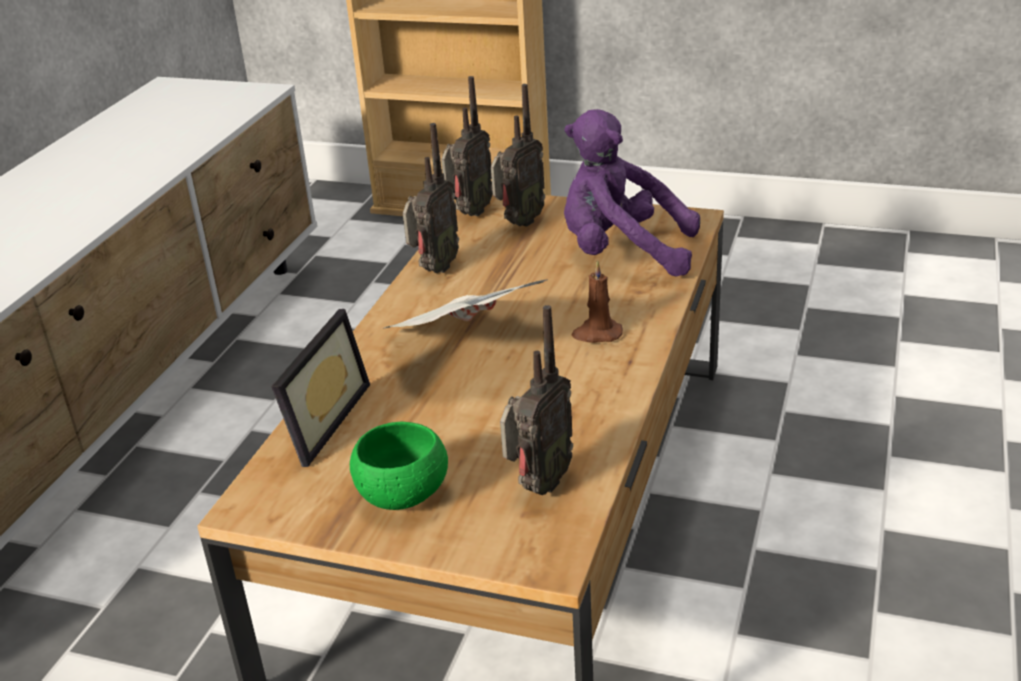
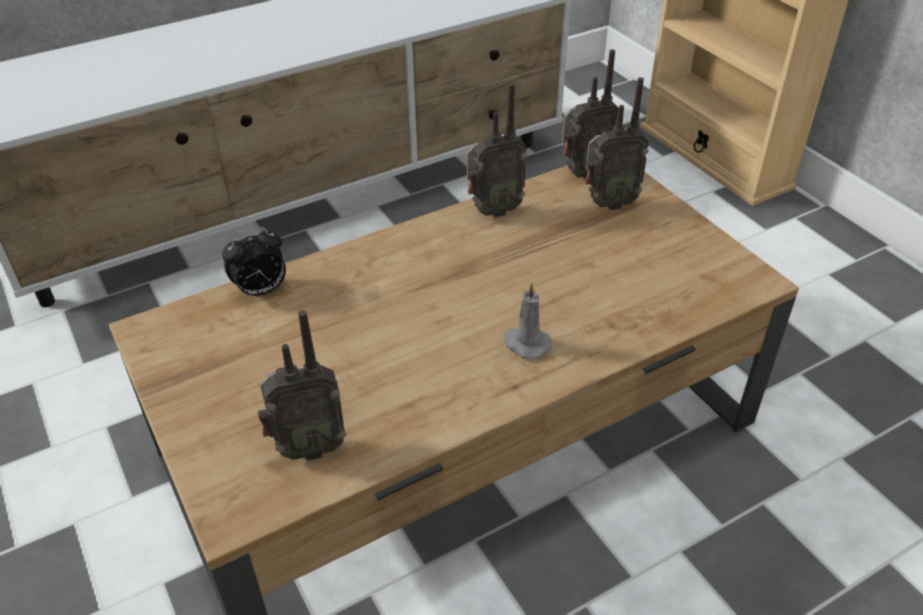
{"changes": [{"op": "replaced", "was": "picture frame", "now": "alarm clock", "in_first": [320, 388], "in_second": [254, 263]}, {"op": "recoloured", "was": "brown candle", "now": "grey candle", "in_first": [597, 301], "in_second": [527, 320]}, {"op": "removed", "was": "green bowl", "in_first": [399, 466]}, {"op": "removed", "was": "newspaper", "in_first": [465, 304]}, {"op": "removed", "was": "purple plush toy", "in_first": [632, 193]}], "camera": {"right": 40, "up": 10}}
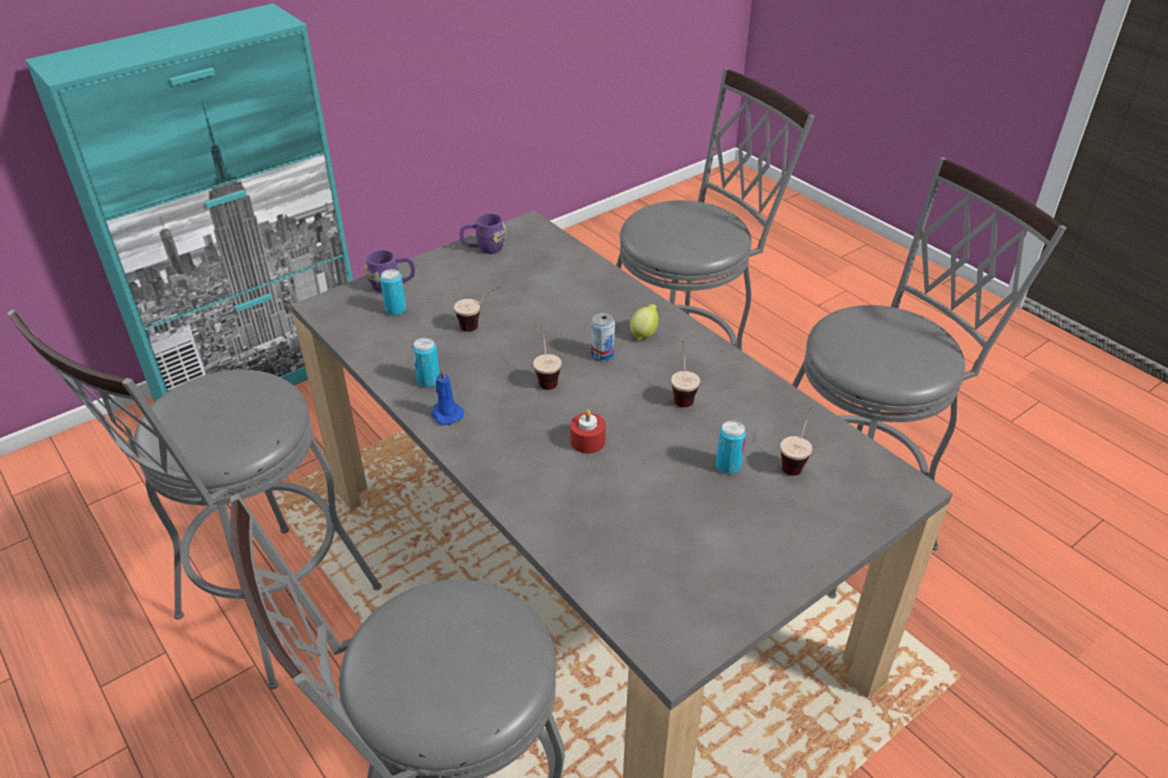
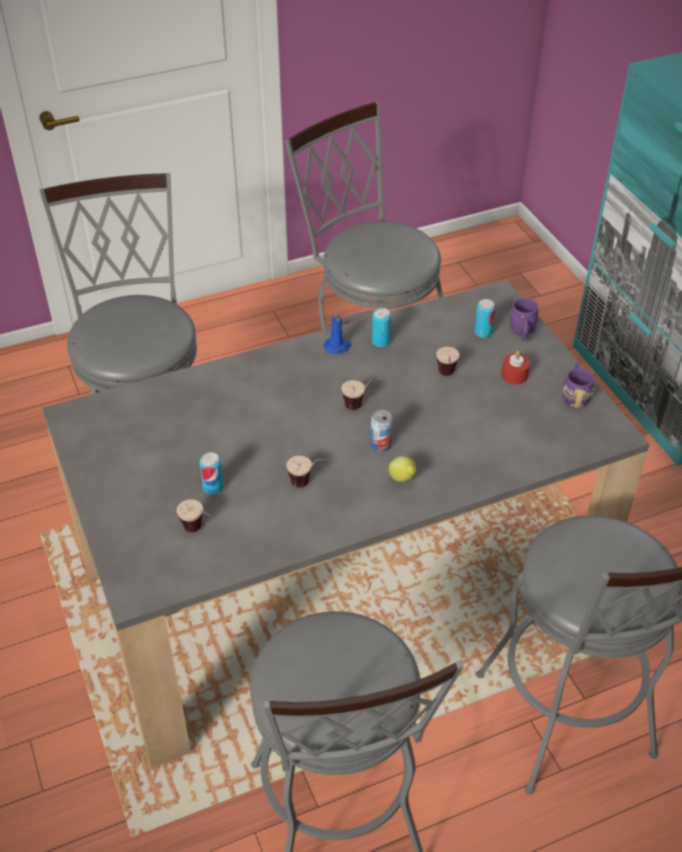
{"changes": [{"op": "moved", "was": "red candle", "in_first": [588, 432], "in_second": [515, 367]}], "camera": {"right": 105, "up": 5}}
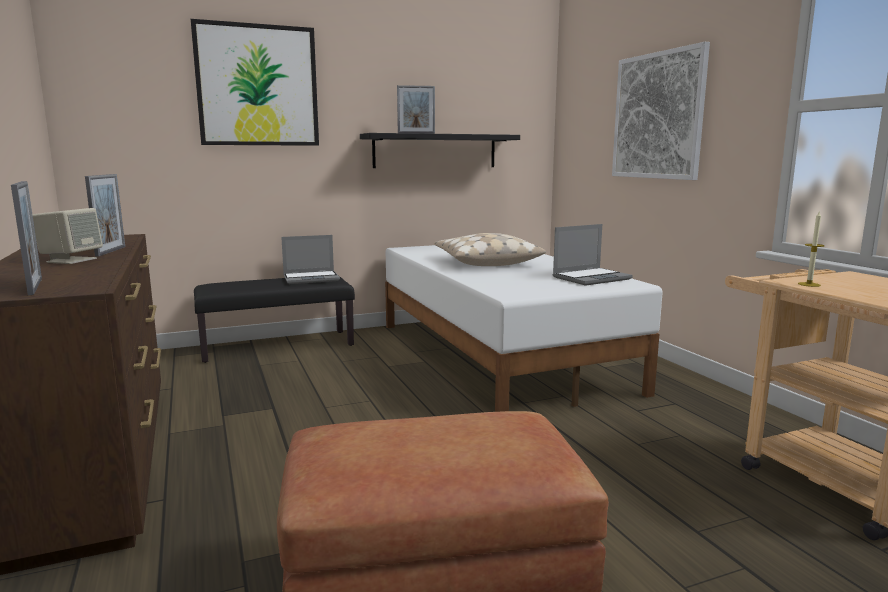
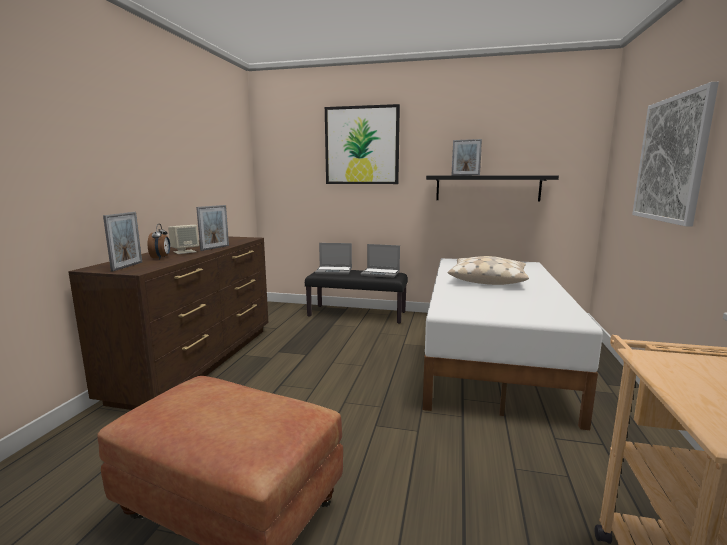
{"changes": [{"op": "added", "now": "alarm clock", "in_second": [158, 241]}, {"op": "moved", "was": "laptop", "in_first": [593, 255], "in_second": [333, 259]}, {"op": "removed", "was": "candle", "in_first": [811, 249]}], "camera": {"right": 35, "up": 0}}
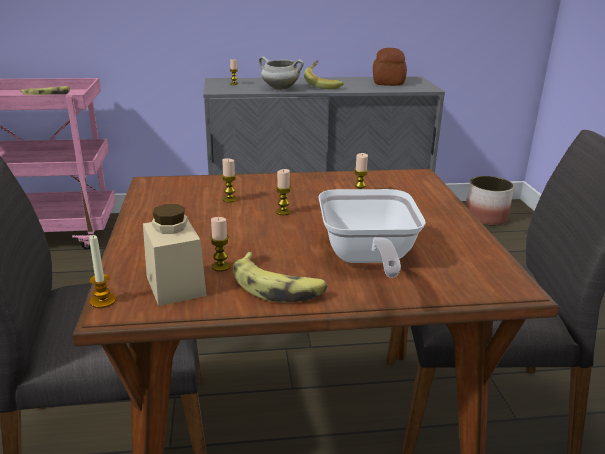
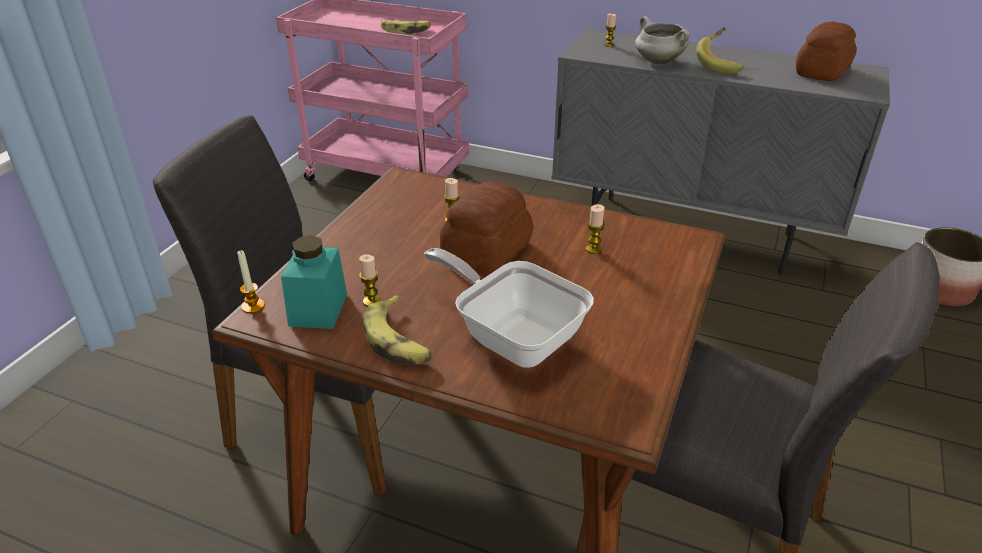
{"changes": [{"op": "recoloured", "was": "beige jar", "now": "turquoise jar", "in_first": [175, 255], "in_second": [314, 282]}, {"op": "turned", "was": "frying pan", "in_first": [372, 233], "in_second": [509, 308], "clockwise": 105}, {"op": "replaced", "was": "candle", "now": "bread", "in_first": [283, 192], "in_second": [486, 228]}], "camera": {"right": 30, "up": 10}}
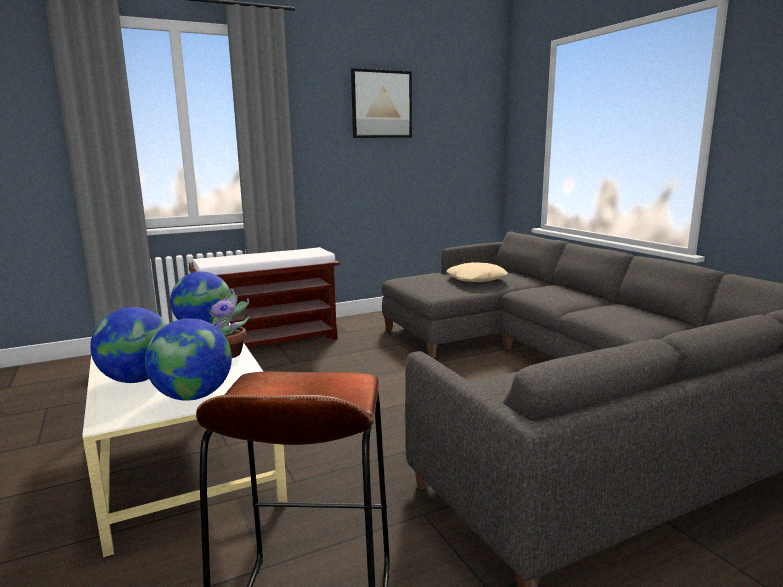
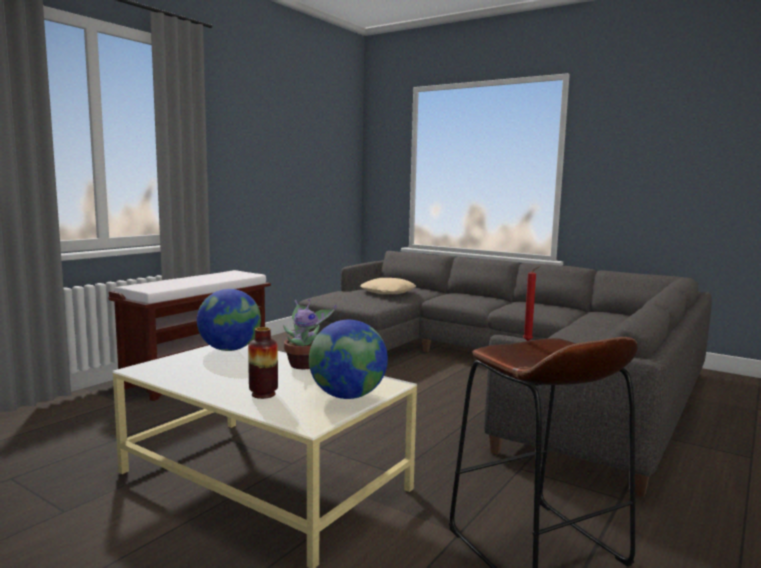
{"changes": [{"op": "replaced", "was": "globe", "now": "vase", "in_first": [128, 345], "in_second": [263, 363]}, {"op": "added", "now": "red candle", "in_second": [532, 303]}, {"op": "removed", "was": "picture", "in_first": [381, 103]}], "camera": {"right": -30, "up": -5}}
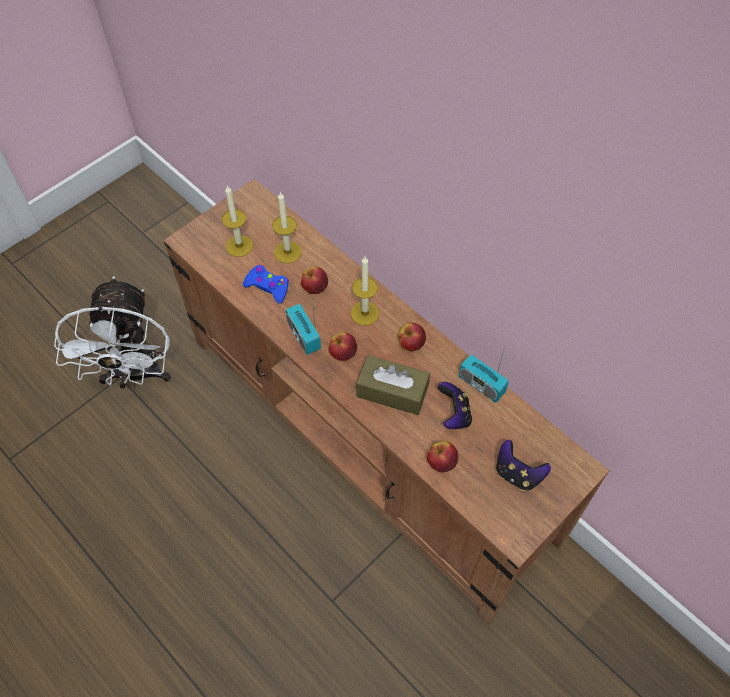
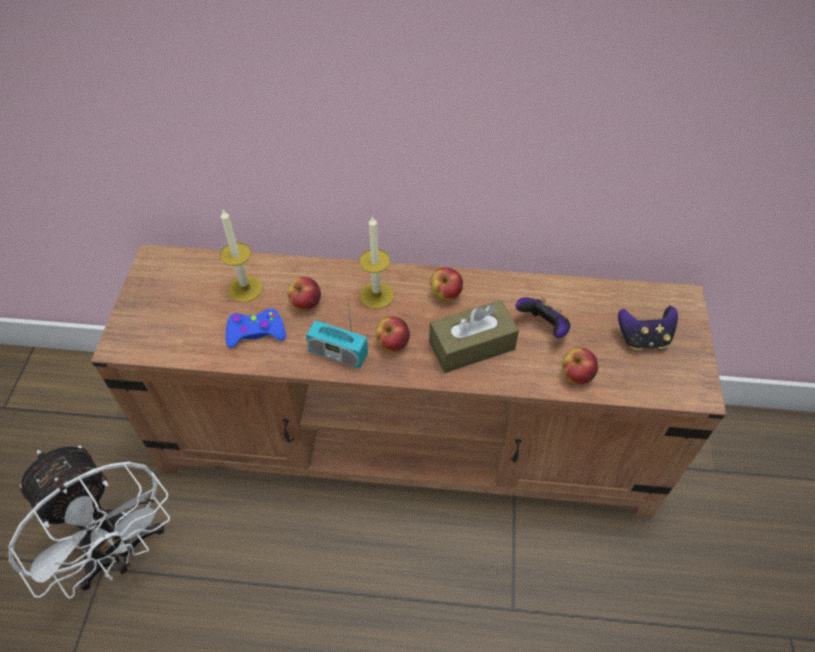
{"changes": [{"op": "removed", "was": "candle", "in_first": [237, 221]}, {"op": "removed", "was": "radio", "in_first": [483, 375]}], "camera": {"right": -40, "up": -5}}
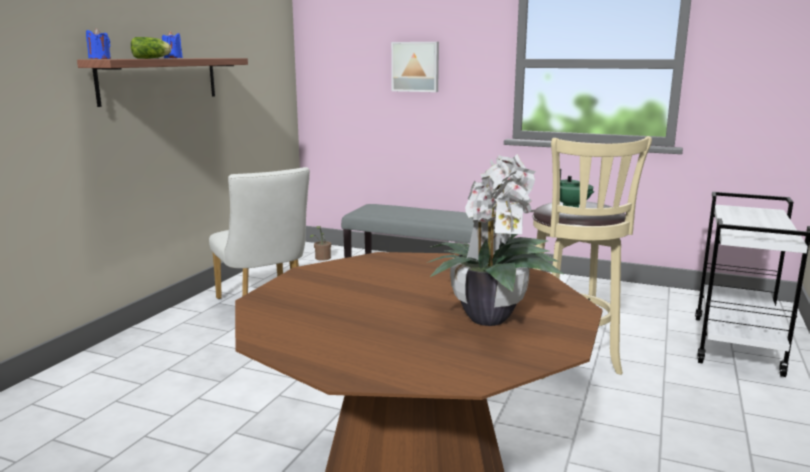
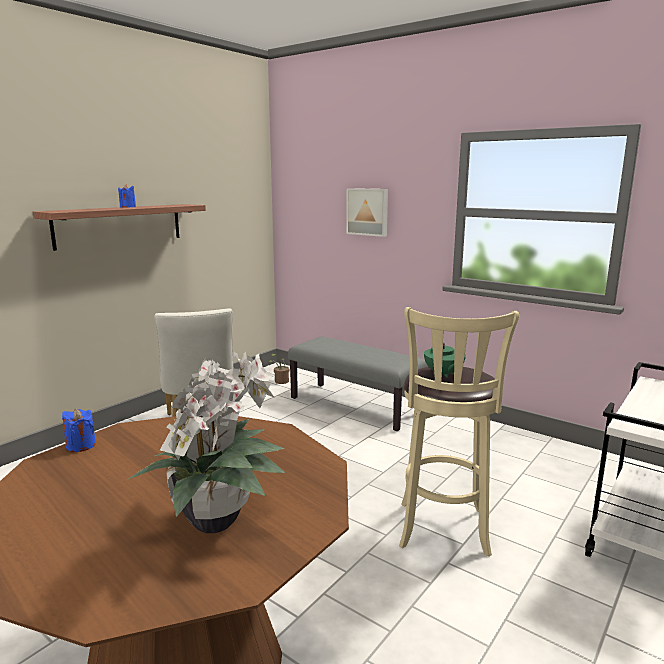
{"changes": [{"op": "moved", "was": "blue candle", "in_first": [98, 43], "in_second": [79, 430]}, {"op": "removed", "was": "lettuce", "in_first": [151, 48]}], "camera": {"right": 15, "up": 0}}
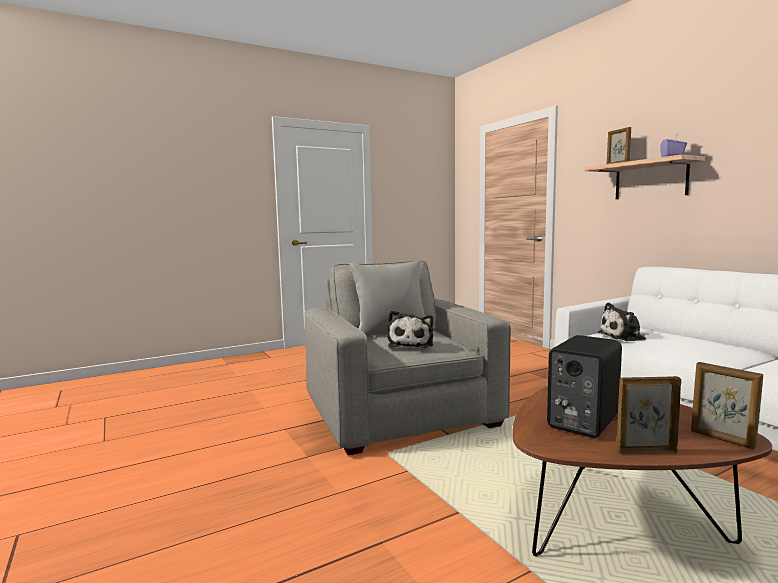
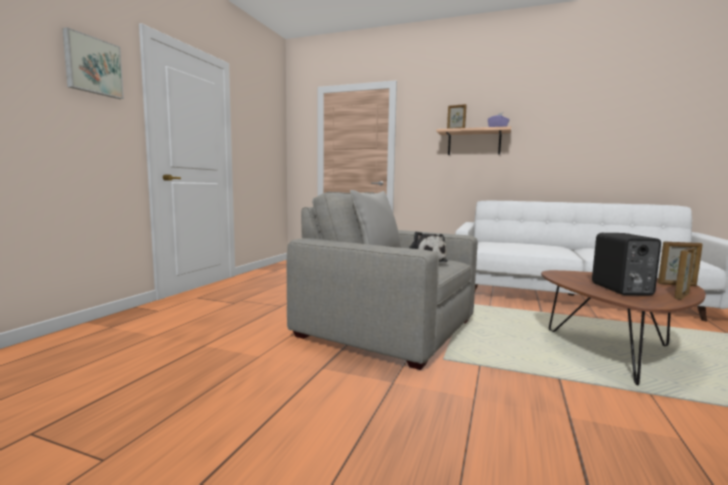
{"changes": [{"op": "added", "now": "picture", "in_second": [93, 63]}, {"op": "removed", "was": "plush toy", "in_first": [623, 321]}], "camera": {"right": -40, "up": 0}}
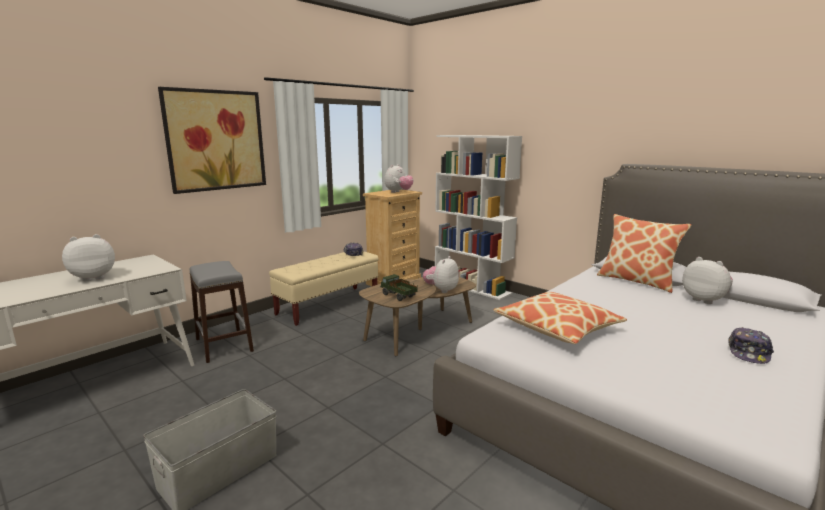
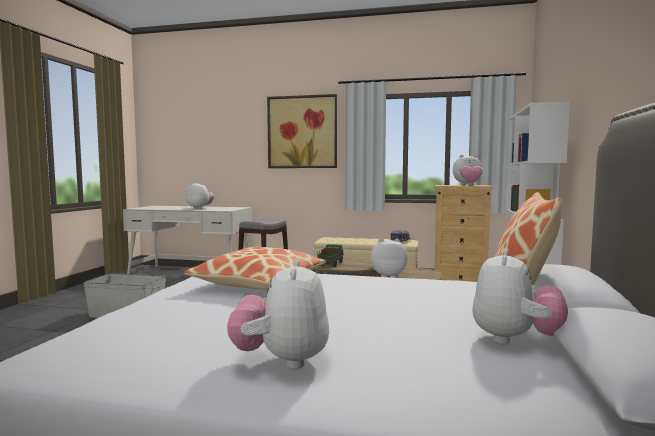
{"changes": [{"op": "replaced", "was": "cap", "now": "plush toy", "in_first": [751, 345], "in_second": [278, 314]}], "camera": {"right": 60, "up": -10}}
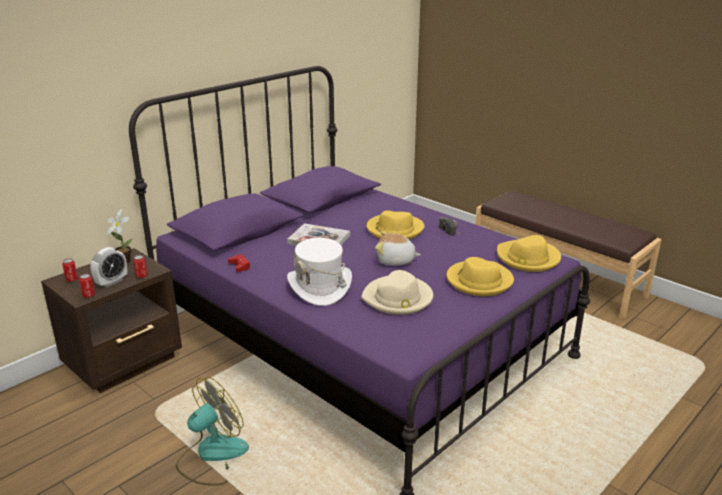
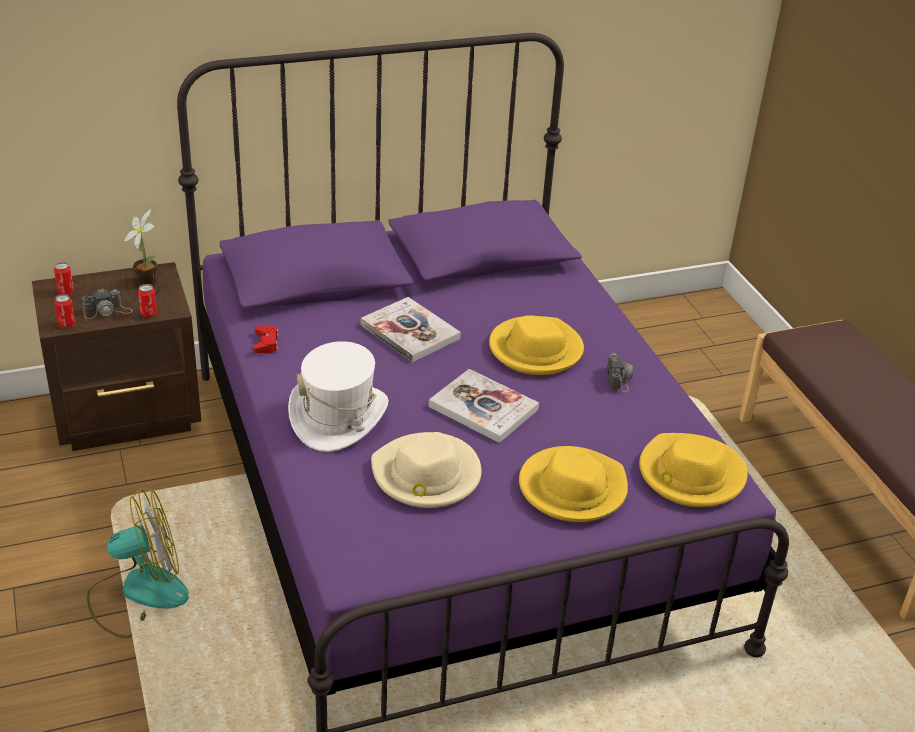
{"changes": [{"op": "replaced", "was": "alarm clock", "now": "photo camera", "in_first": [108, 267], "in_second": [107, 303]}, {"op": "replaced", "was": "plush toy", "now": "book", "in_first": [398, 248], "in_second": [483, 406]}], "camera": {"right": 25, "up": 10}}
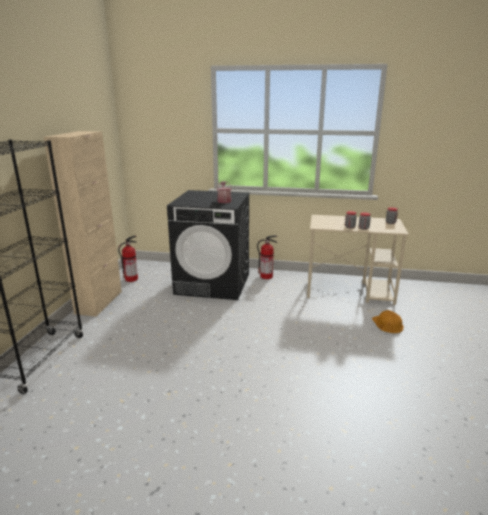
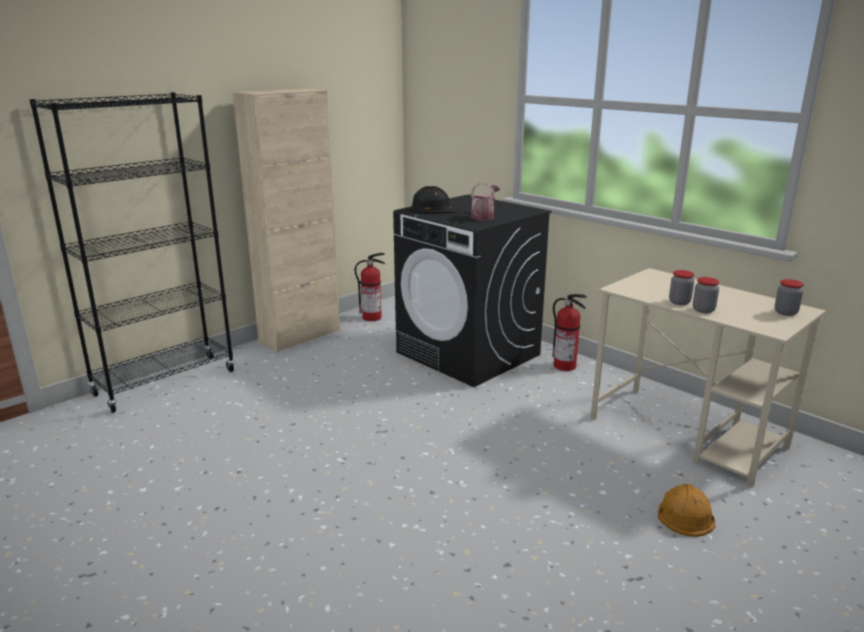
{"changes": [{"op": "added", "now": "black hard hat", "in_second": [435, 200]}], "camera": {"right": 35, "up": 0}}
